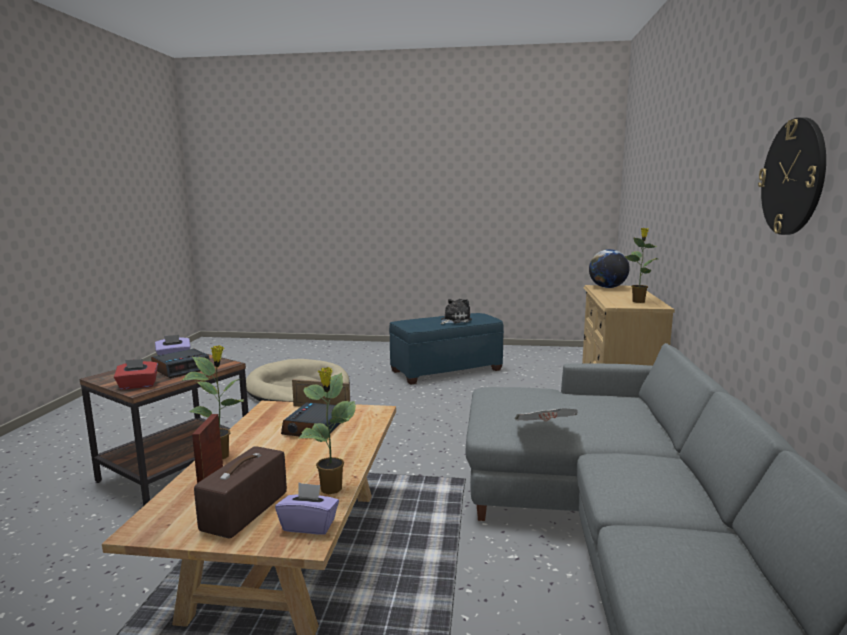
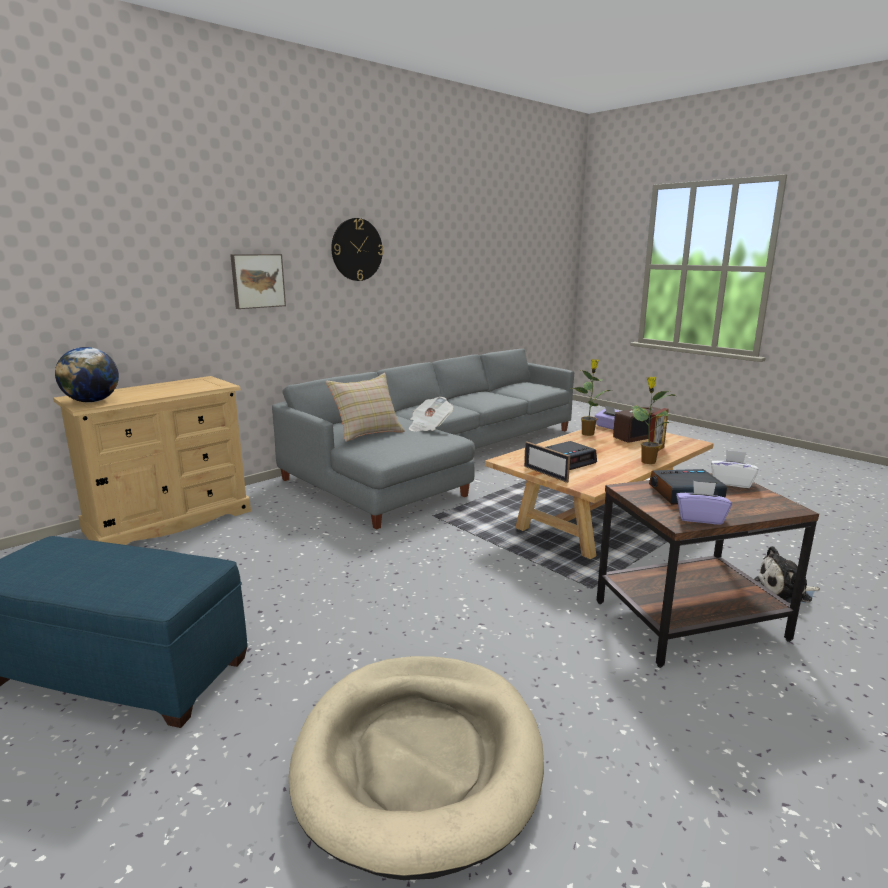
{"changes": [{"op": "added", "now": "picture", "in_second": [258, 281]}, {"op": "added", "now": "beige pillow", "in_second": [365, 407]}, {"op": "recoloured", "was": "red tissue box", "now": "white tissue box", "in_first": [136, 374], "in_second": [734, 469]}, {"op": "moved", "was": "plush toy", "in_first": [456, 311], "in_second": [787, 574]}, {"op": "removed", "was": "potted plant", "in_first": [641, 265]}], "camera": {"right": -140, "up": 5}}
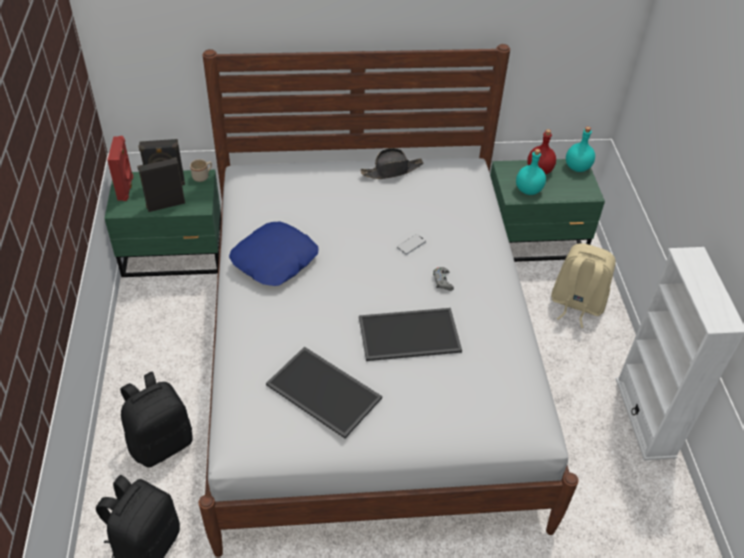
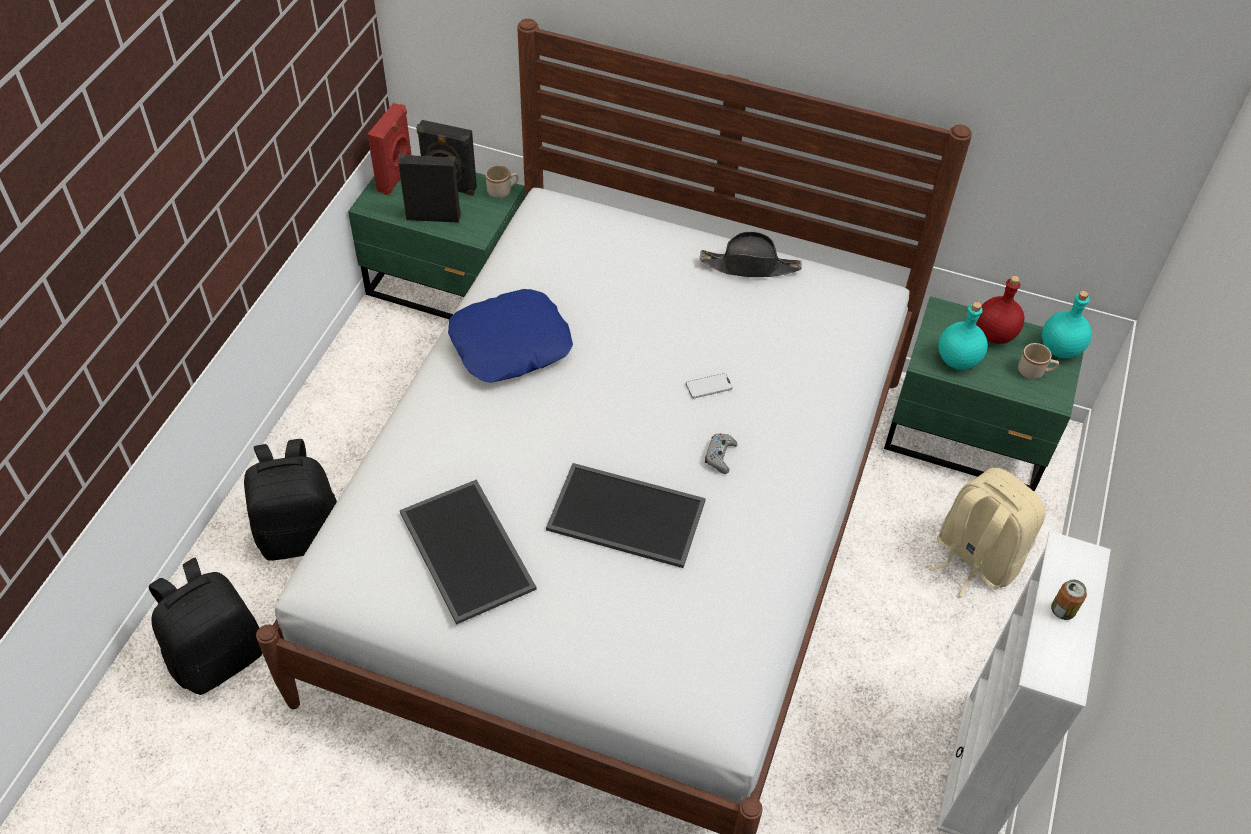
{"changes": [{"op": "added", "now": "beige mug", "in_second": [1038, 361]}, {"op": "added", "now": "can", "in_second": [1069, 599]}], "camera": {"right": 25, "up": 5}}
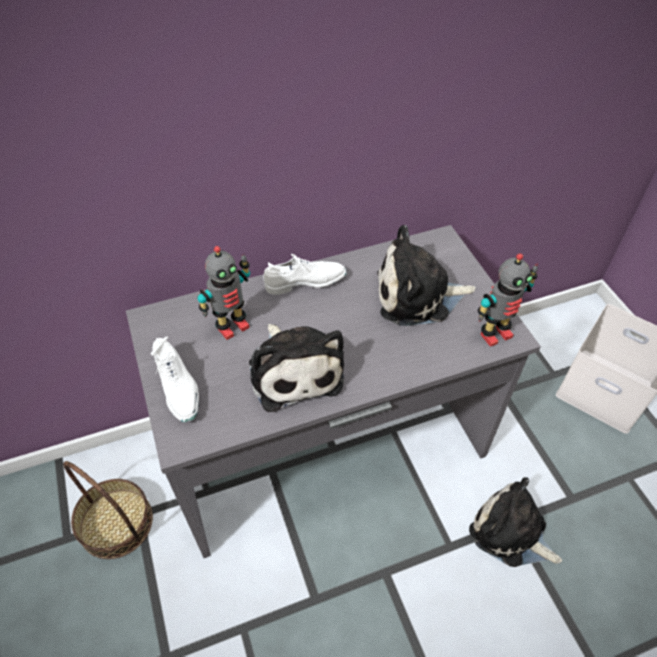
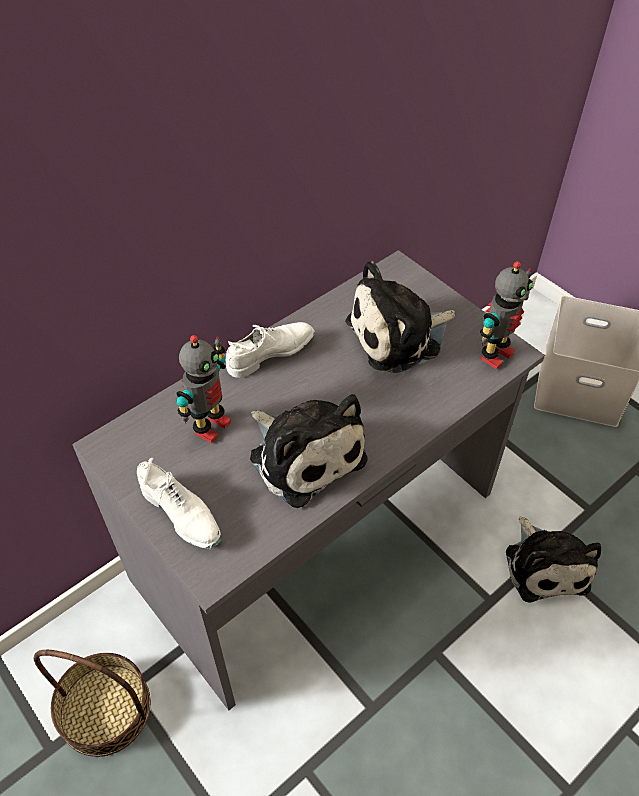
{"changes": [{"op": "turned", "was": "plush toy", "in_first": [515, 522], "in_second": [553, 559], "clockwise": -120}], "camera": {"right": -20, "up": 0}}
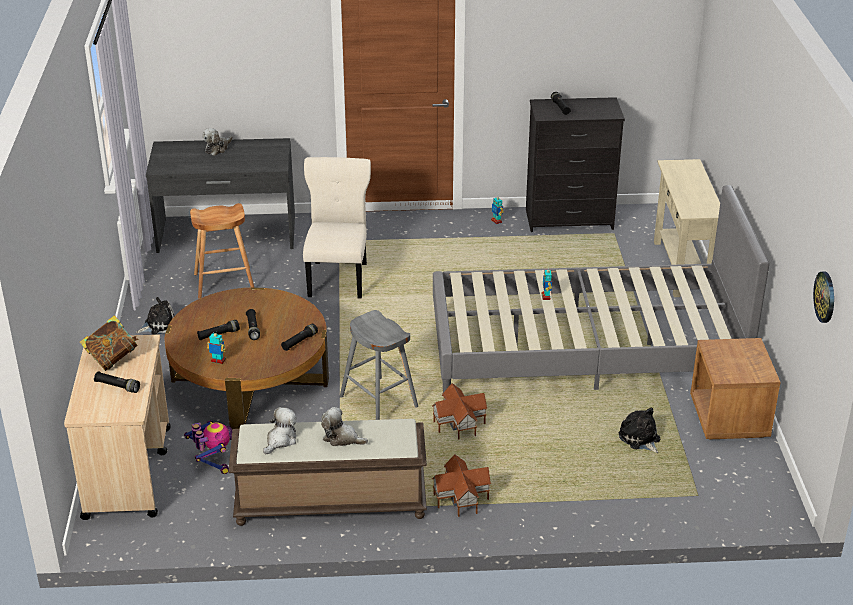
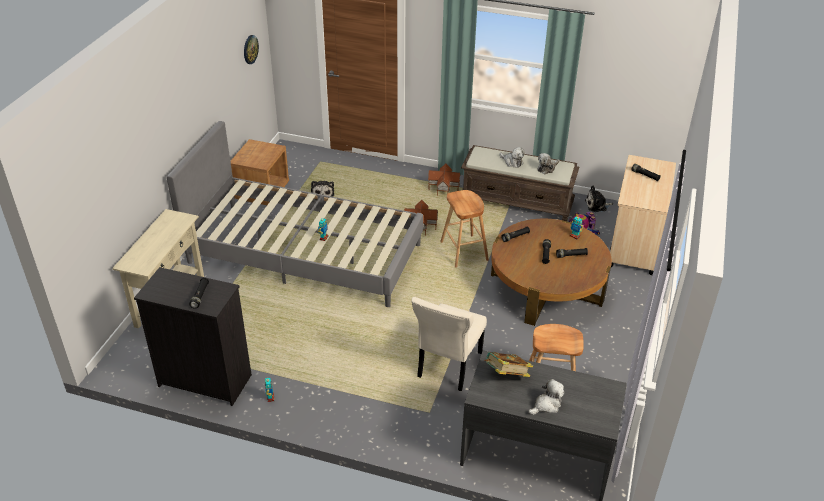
{"changes": [{"op": "recoloured", "was": "grey stool", "now": "brown stool", "in_first": [379, 365], "in_second": [464, 229]}, {"op": "moved", "was": "book", "in_first": [109, 343], "in_second": [509, 364]}, {"op": "moved", "was": "plush toy", "in_first": [155, 316], "in_second": [599, 198]}], "camera": {"right": -160, "up": 5}}
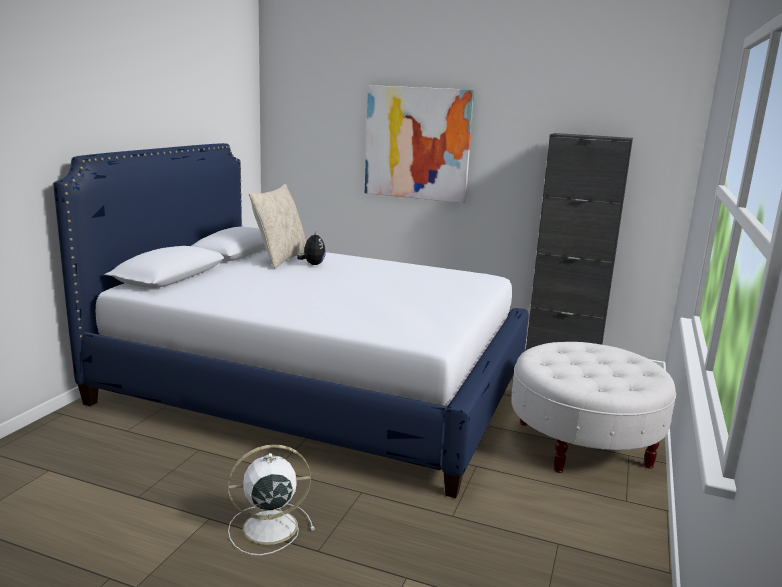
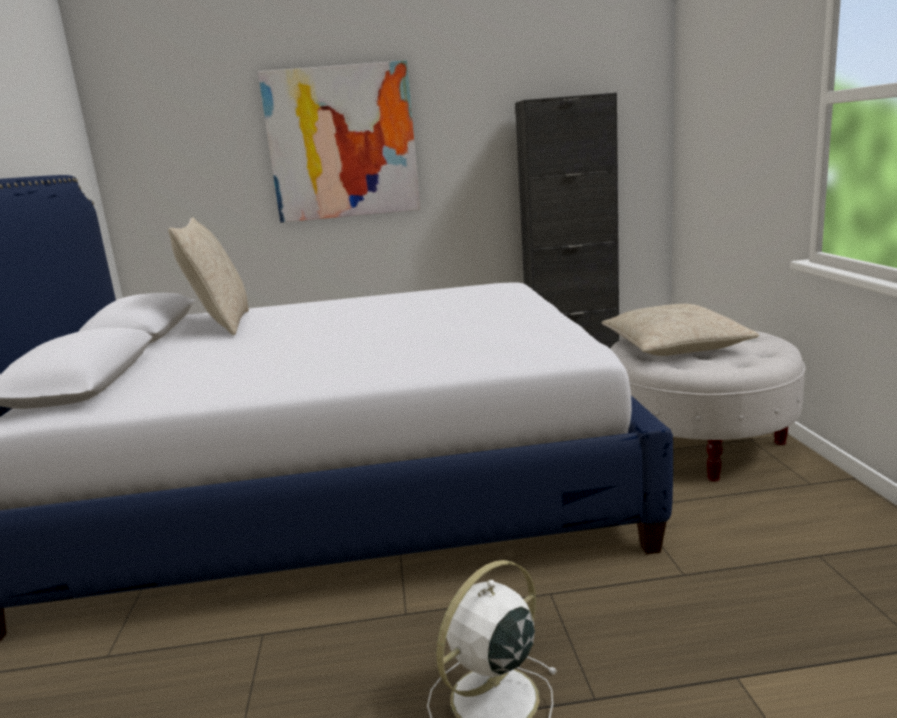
{"changes": [{"op": "added", "now": "beige pillow", "in_second": [680, 330]}, {"op": "removed", "was": "plush toy", "in_first": [311, 248]}], "camera": {"right": -25, "up": 0}}
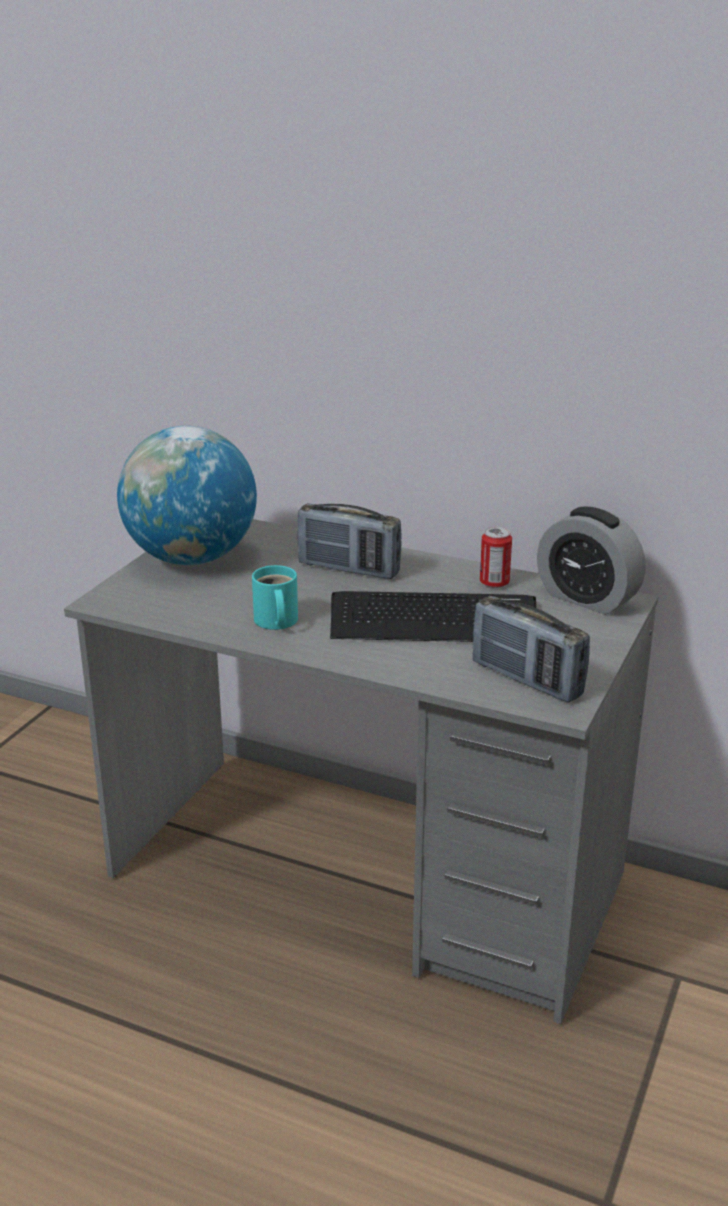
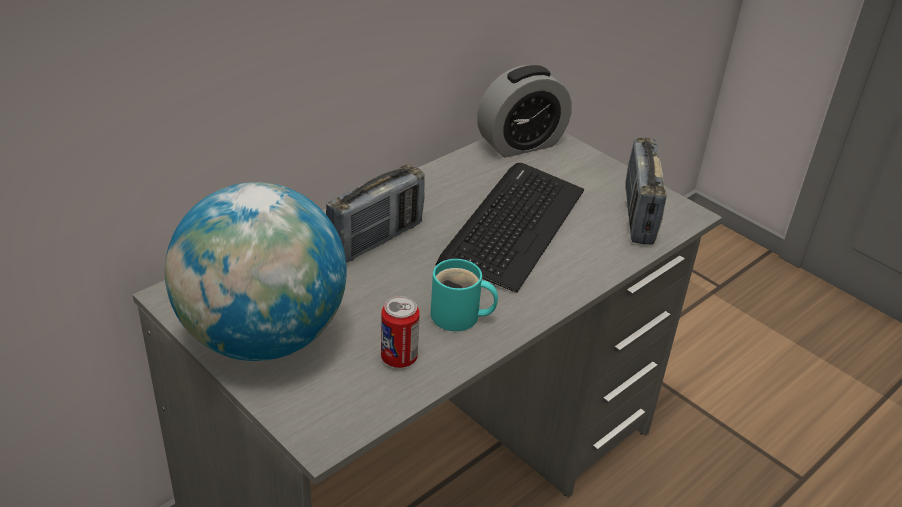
{"changes": [{"op": "moved", "was": "can", "in_first": [496, 557], "in_second": [400, 332]}, {"op": "turned", "was": "radio", "in_first": [531, 649], "in_second": [646, 191], "clockwise": 120}], "camera": {"right": -70, "up": 10}}
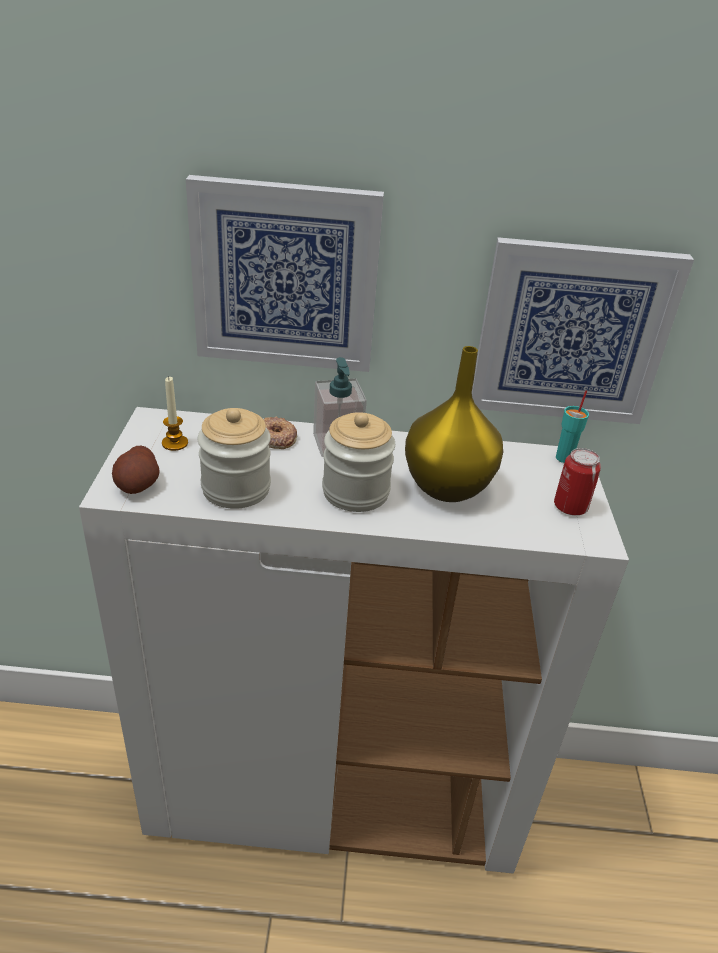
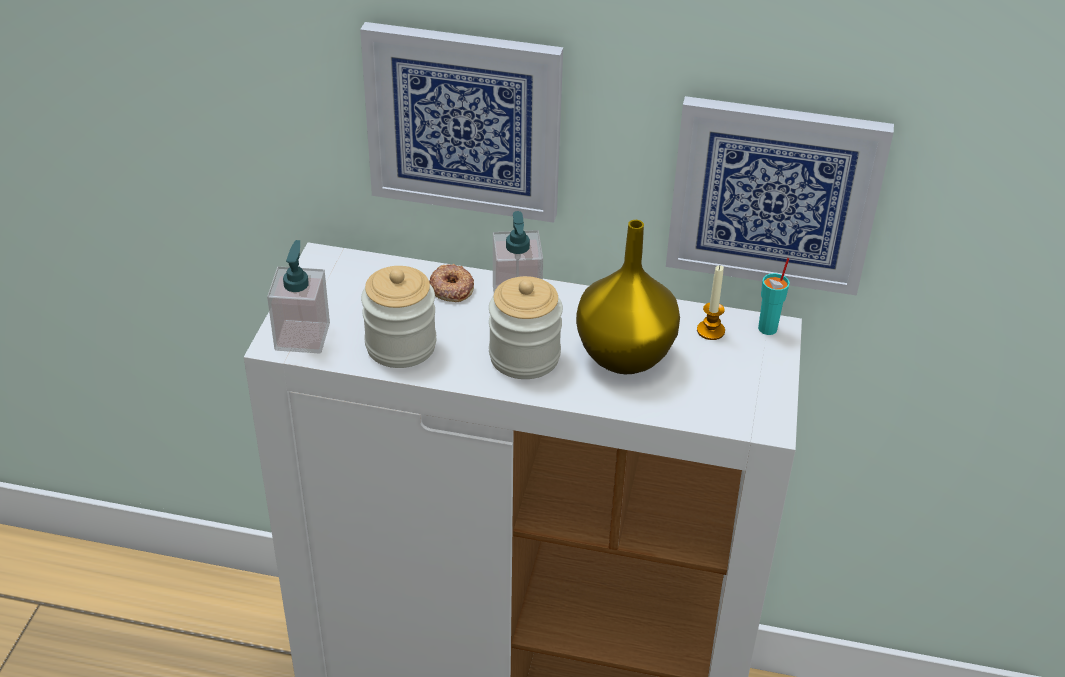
{"changes": [{"op": "replaced", "was": "potato", "now": "soap dispenser", "in_first": [136, 470], "in_second": [298, 297]}, {"op": "moved", "was": "candle", "in_first": [175, 413], "in_second": [711, 302]}, {"op": "removed", "was": "can", "in_first": [577, 481]}], "camera": {"right": 10, "up": 5}}
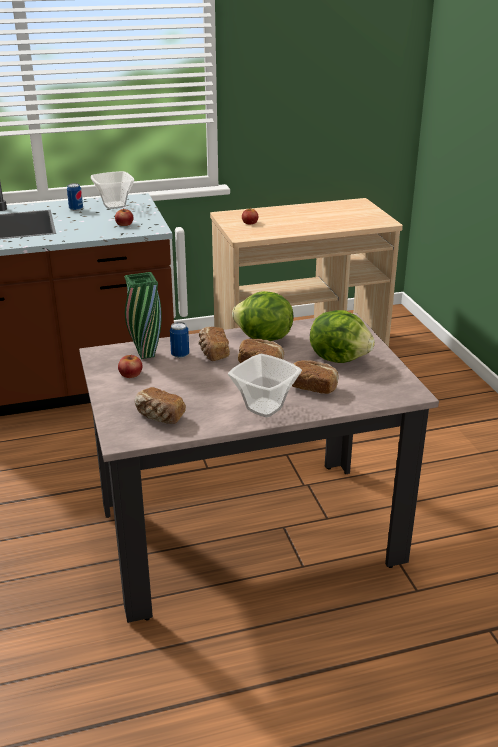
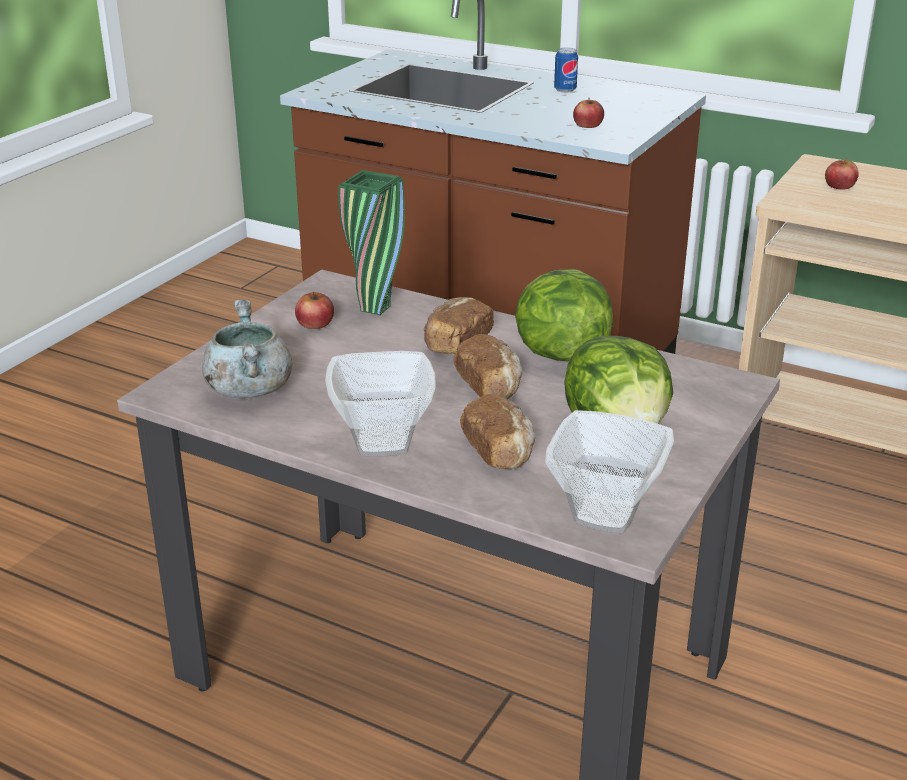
{"changes": [{"op": "replaced", "was": "bread", "now": "grey cooking pot", "in_first": [160, 405], "in_second": [247, 349]}, {"op": "moved", "was": "bowl", "in_first": [112, 190], "in_second": [609, 471]}, {"op": "removed", "was": "can", "in_first": [179, 340]}], "camera": {"right": 45, "up": 0}}
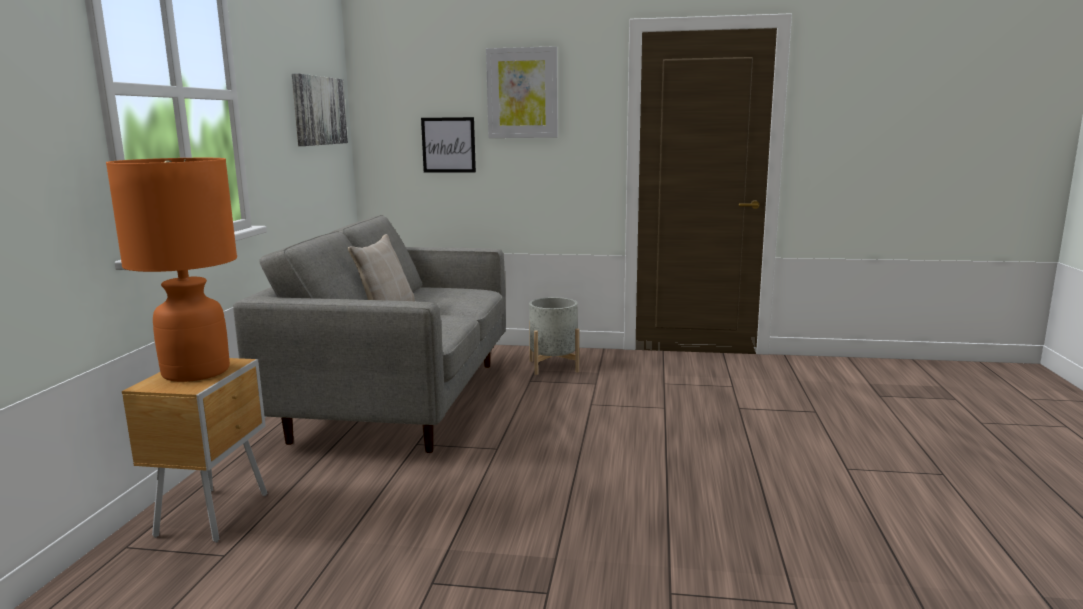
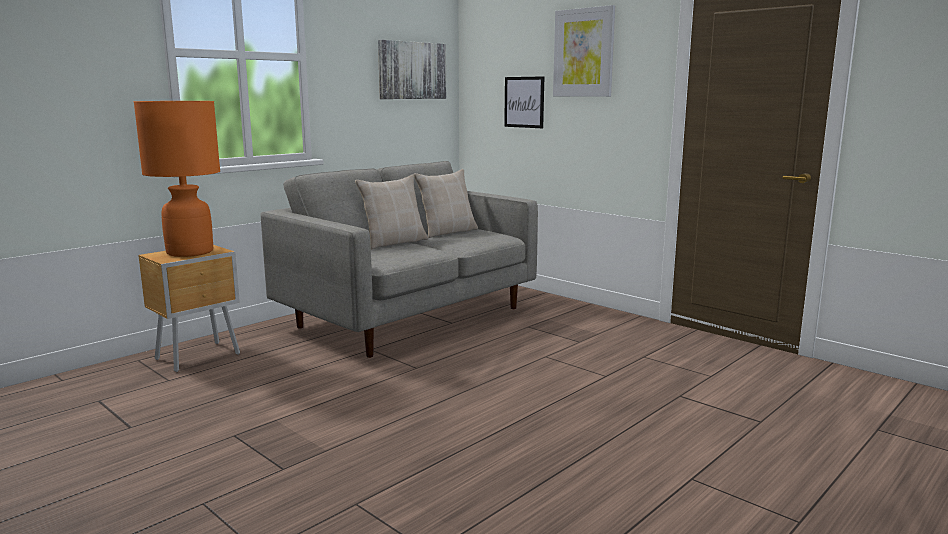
{"changes": [{"op": "added", "now": "beige pillow", "in_second": [445, 203]}, {"op": "removed", "was": "grey planter", "in_first": [554, 336]}], "camera": {"right": 35, "up": 0}}
